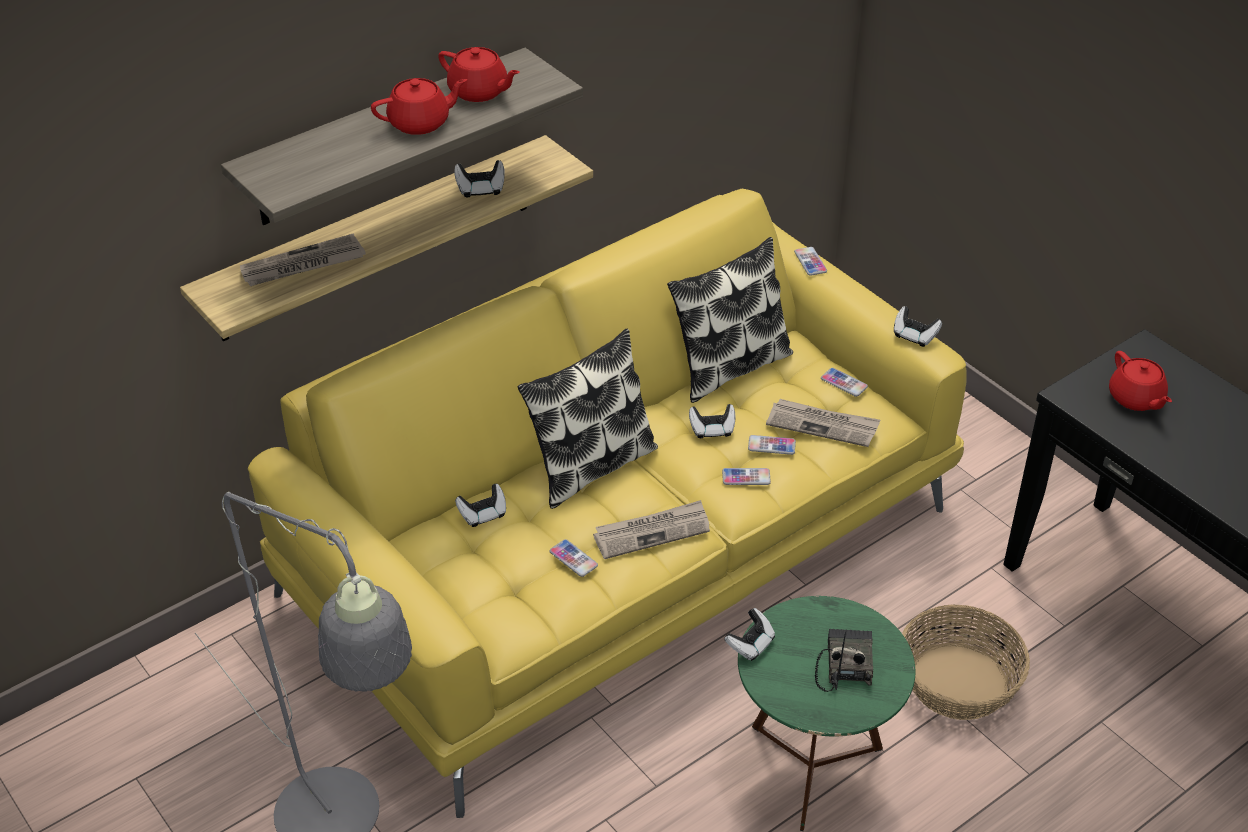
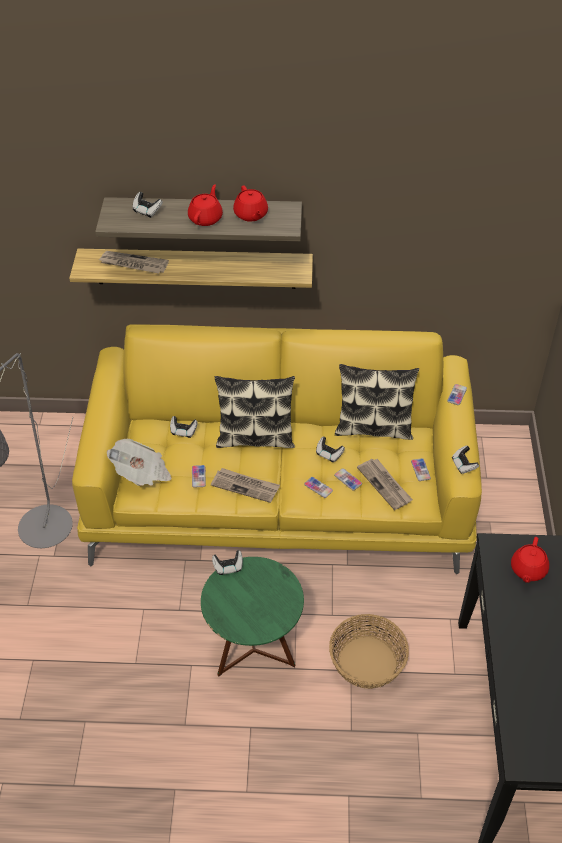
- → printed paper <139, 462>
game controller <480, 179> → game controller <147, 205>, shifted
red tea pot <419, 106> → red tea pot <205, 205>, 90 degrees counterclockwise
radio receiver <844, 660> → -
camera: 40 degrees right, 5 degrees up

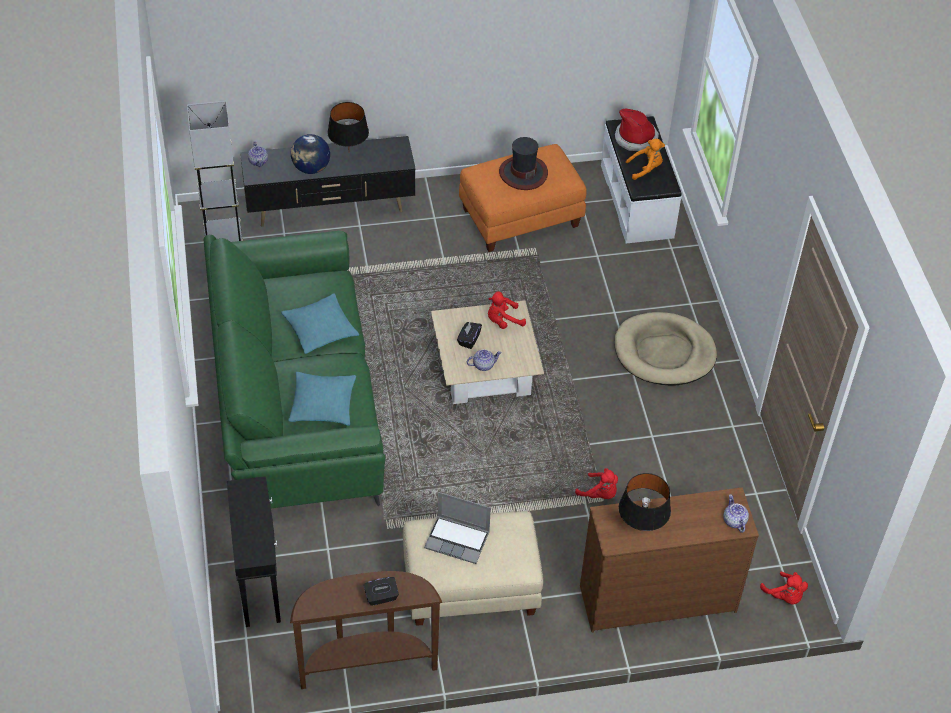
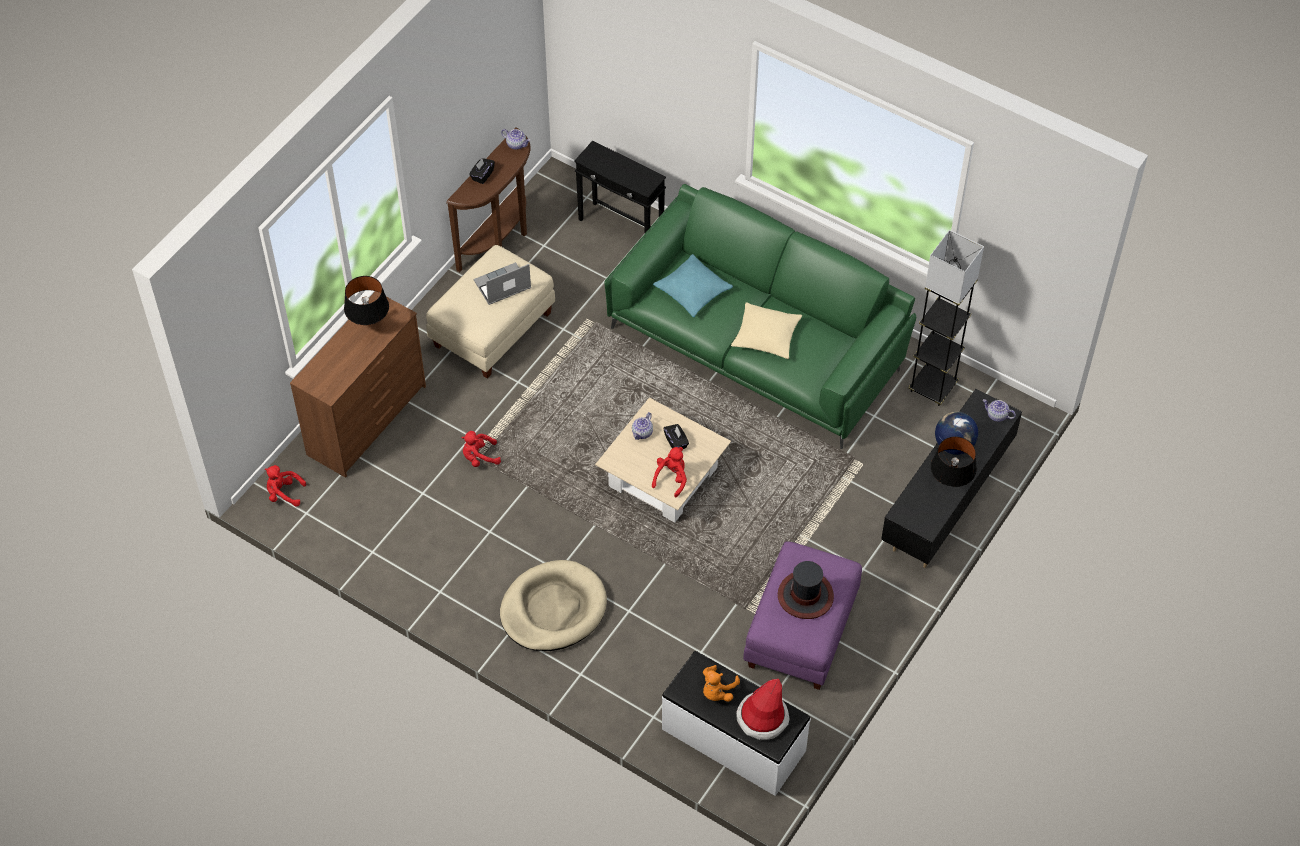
tea pot <736, 514> → tea pot <515, 139>, shifted
turquoise cushion <320, 323> → beige cushion <766, 330>
orange-coloured ottoman <523, 198> → purple ottoman <802, 615>
camera: 135 degrees right, 5 degrees up

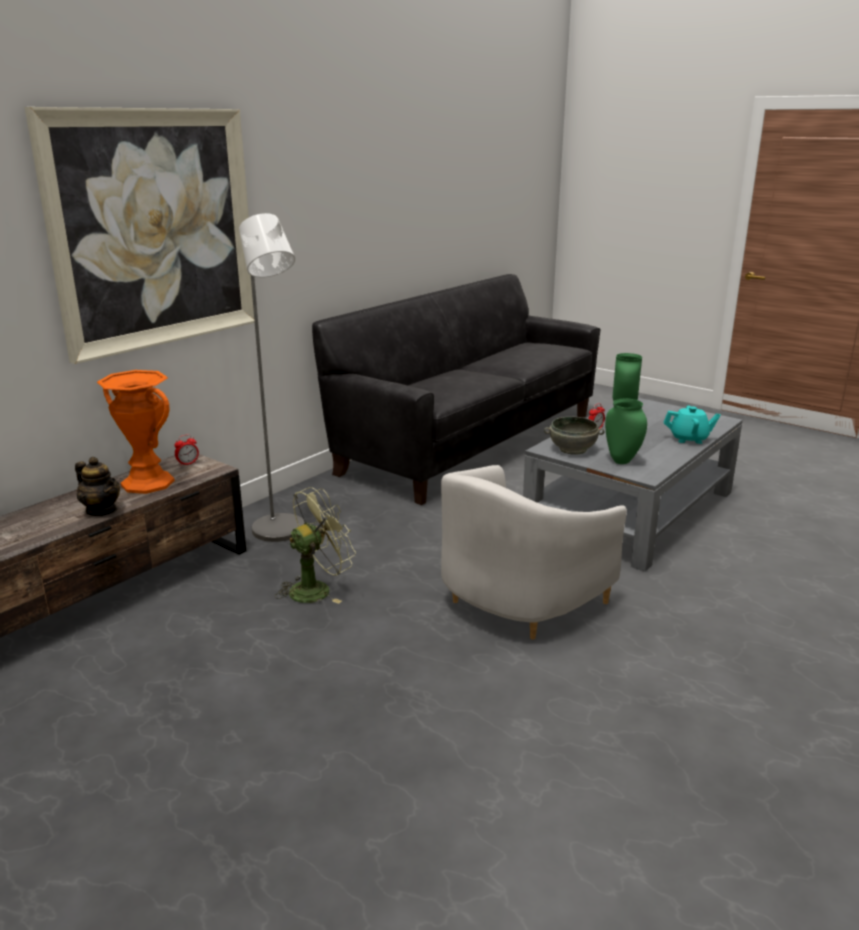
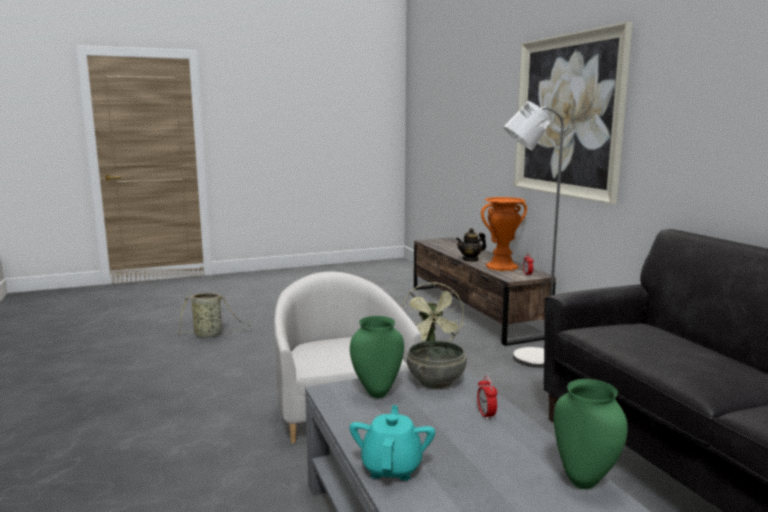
- → household basket <214, 315>
turquoise tea pot <692, 424> → turquoise tea pot <392, 443>, 150 degrees clockwise
camera: 120 degrees right, 10 degrees down

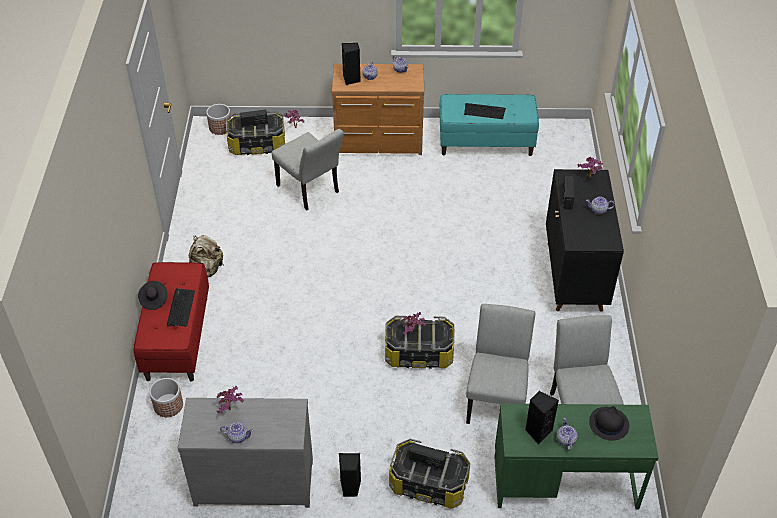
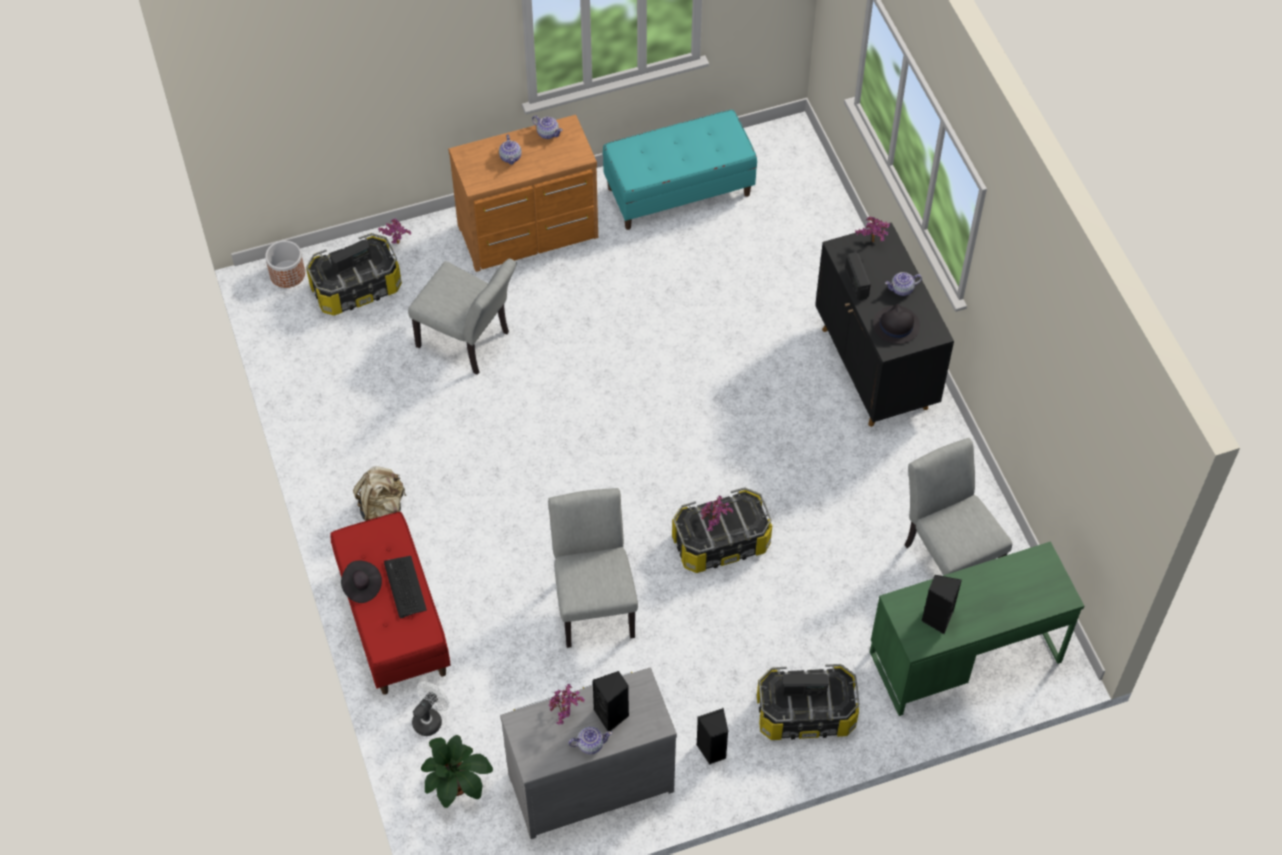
planter <166, 397> → white electric fan <430, 709>
- → plant in a pot <457, 771>
greyish plain chair <500, 364> → greyish plain chair <593, 568>, shifted
black audio speaker <351, 64> → black audio speaker <611, 701>, shifted
black clothing hat <609, 423> → black clothing hat <896, 324>, shifted
PC keyboard <485, 111> → -
tea pot <567, 434> → -
camera: 20 degrees left, 10 degrees up

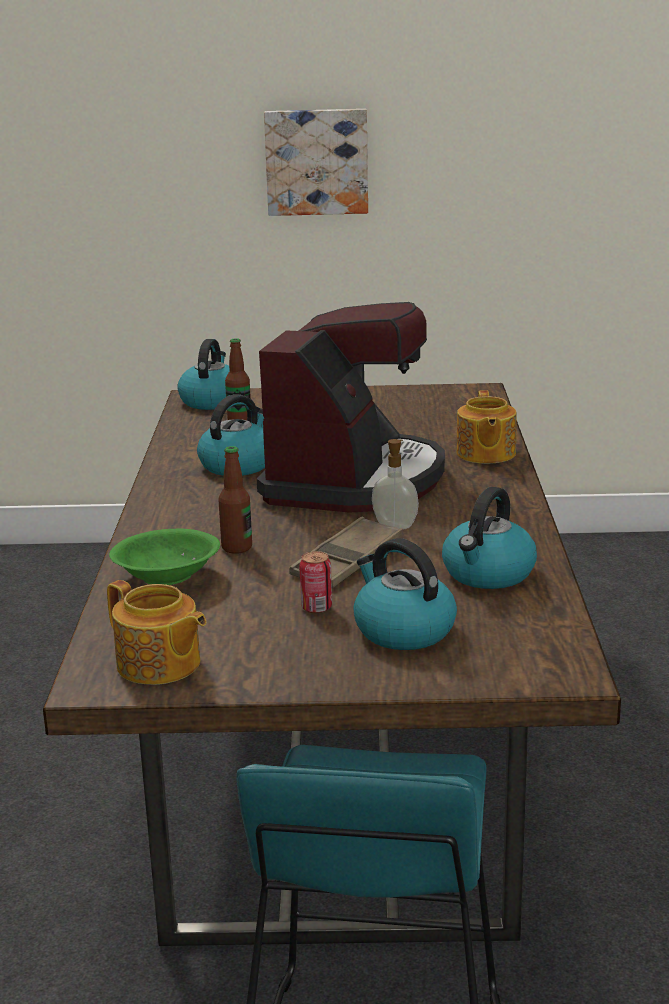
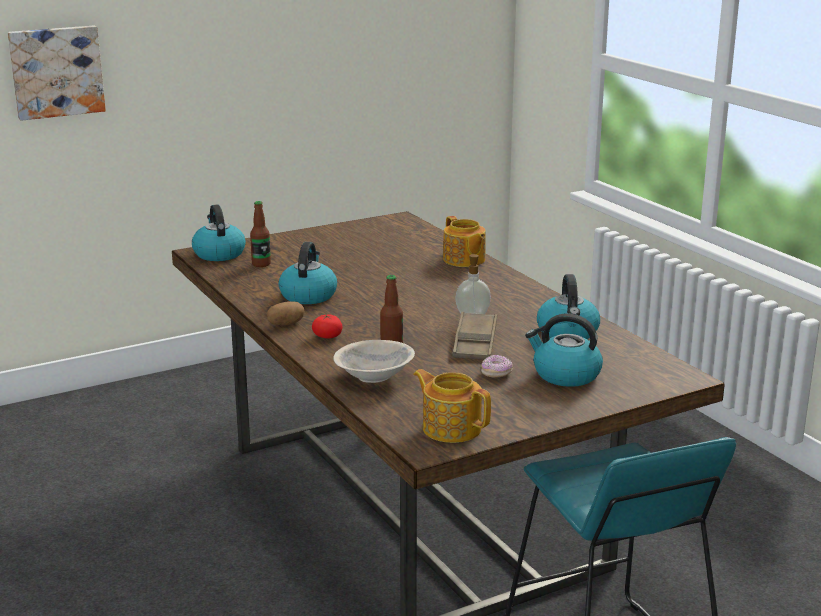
picture <316, 162> → picture <57, 73>, shifted
- → spud <286, 313>
- → fresh tomato <327, 326>
green-coloured deep dish <164, 556> → beige deep dish <374, 361>
tea pot <156, 632> → tea pot <452, 406>, 150 degrees counterclockwise
metal can <315, 582> → ring doughnut <497, 366>
coffee machine <351, 407> → -
camera: 30 degrees left, 0 degrees up

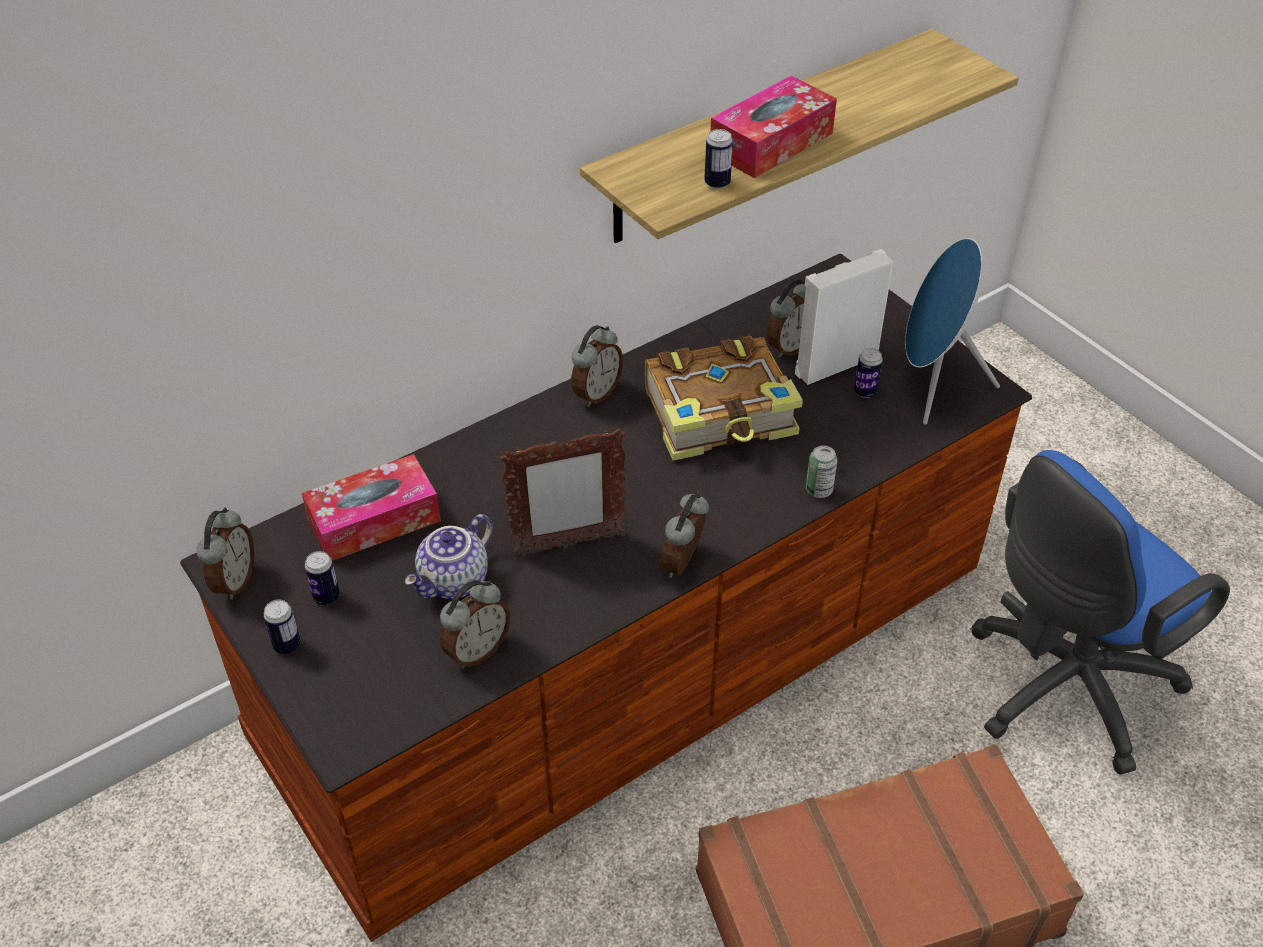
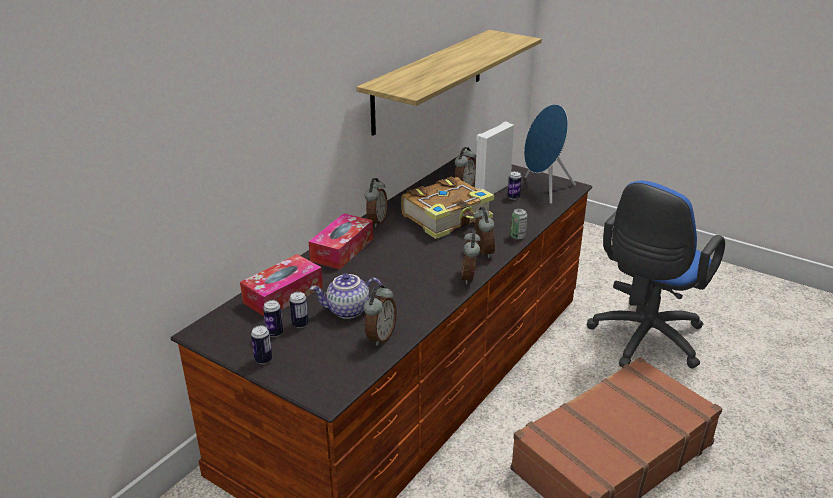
metal can <718, 159> → metal can <298, 310>, shifted
tissue box <774, 127> → tissue box <340, 241>, shifted
tea pot <449, 556> → tea pot <346, 296>, 60 degrees clockwise
bedside clock <225, 554> → bedside clock <484, 232>, shifted
photo frame <562, 491> → -
camera: 20 degrees left, 15 degrees down

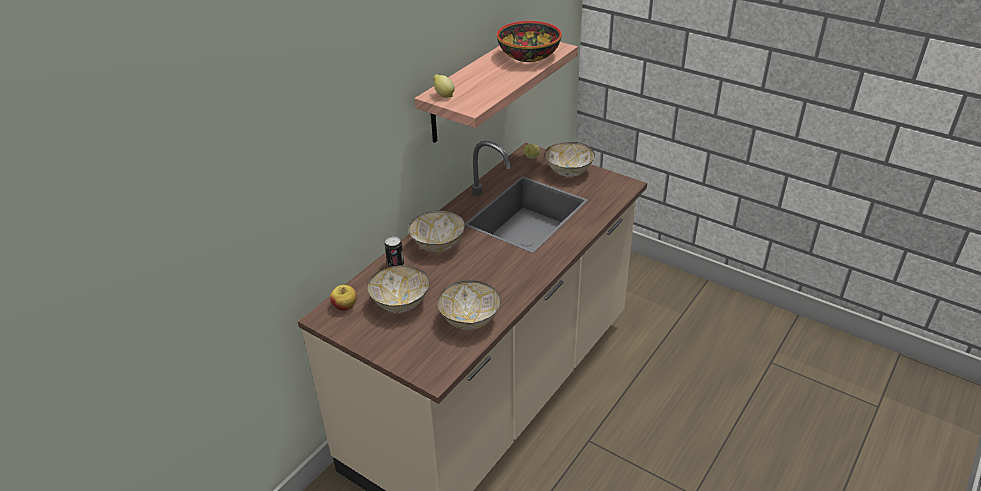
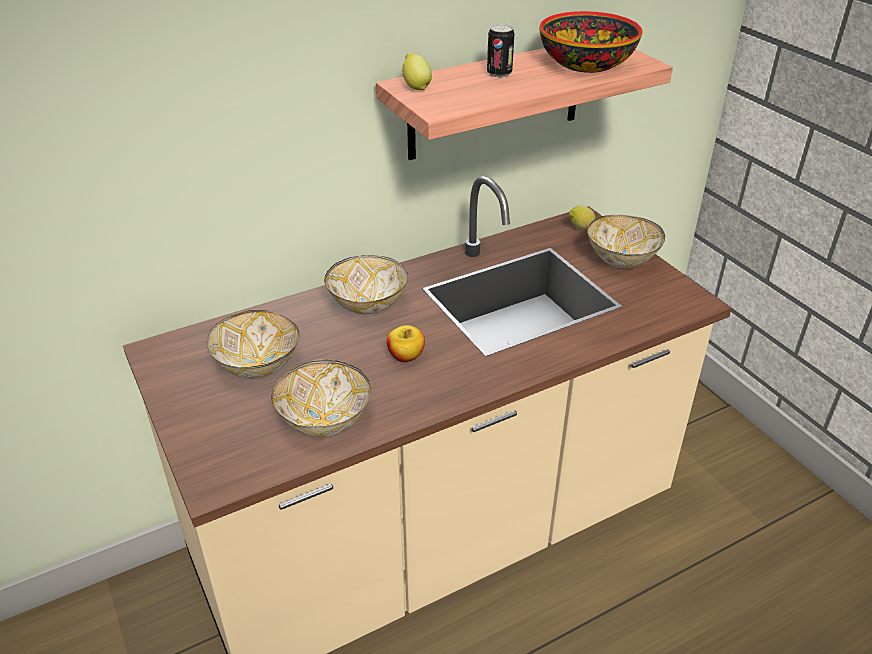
apple fruit <343, 298> → apple fruit <406, 343>, shifted
metal can <394, 251> → metal can <500, 51>, shifted
camera: 25 degrees right, 0 degrees up

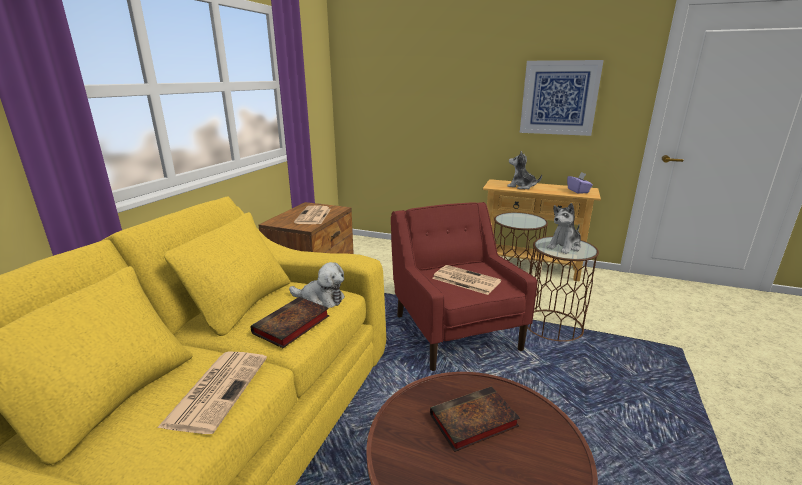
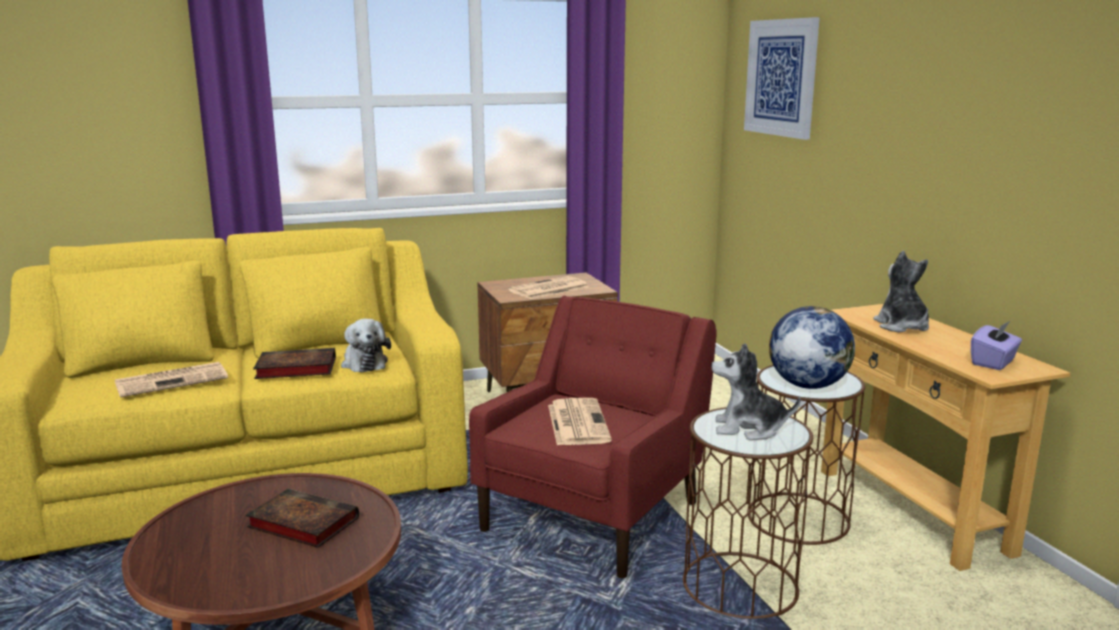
picture <562, 98> → picture <782, 78>, shifted
- → world globe <812, 347>
camera: 50 degrees right, 5 degrees down

